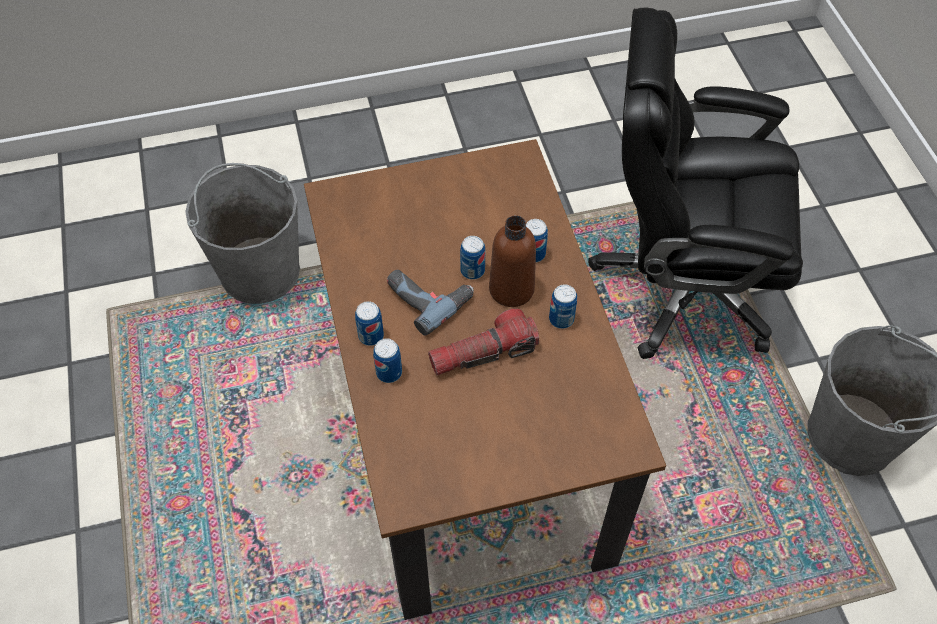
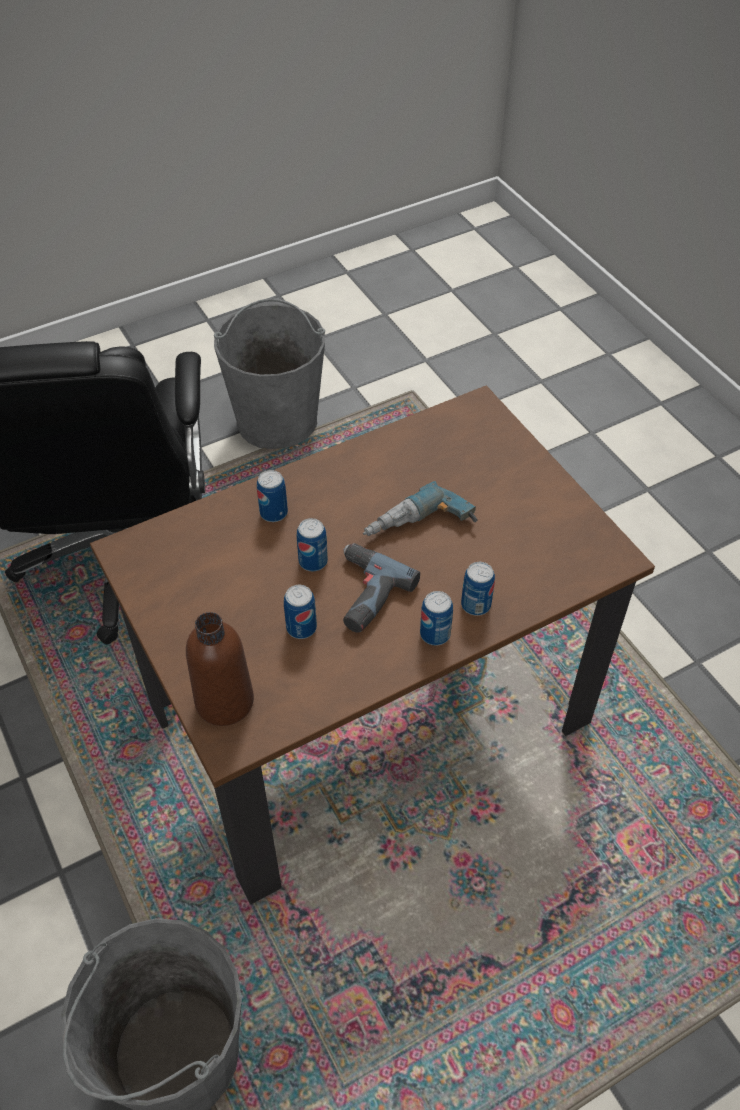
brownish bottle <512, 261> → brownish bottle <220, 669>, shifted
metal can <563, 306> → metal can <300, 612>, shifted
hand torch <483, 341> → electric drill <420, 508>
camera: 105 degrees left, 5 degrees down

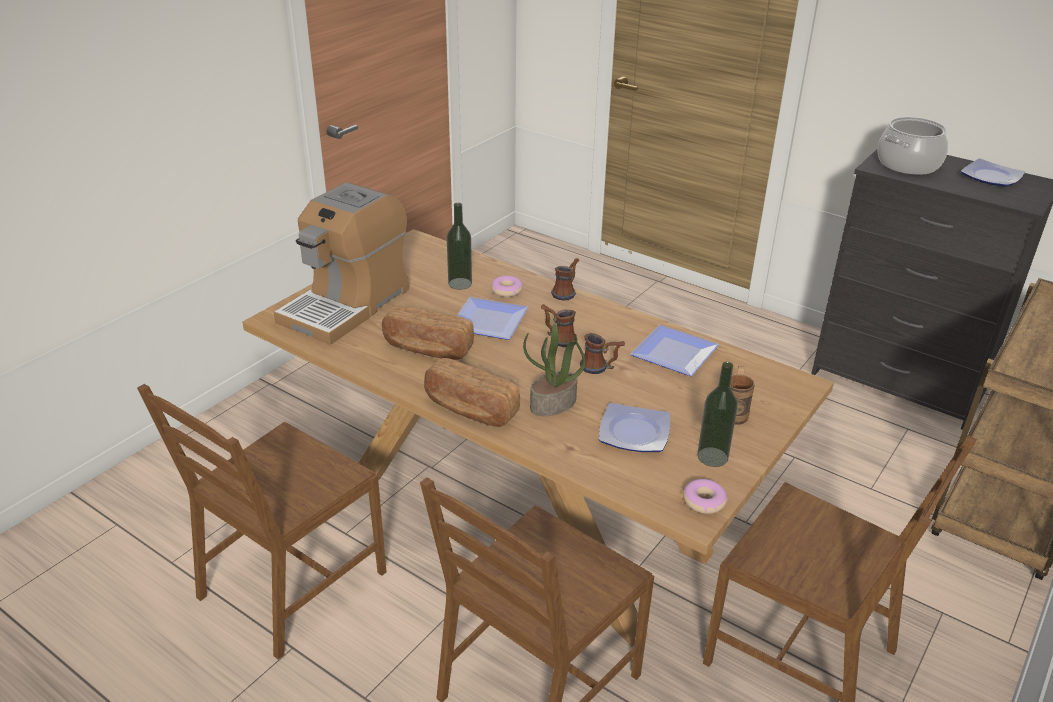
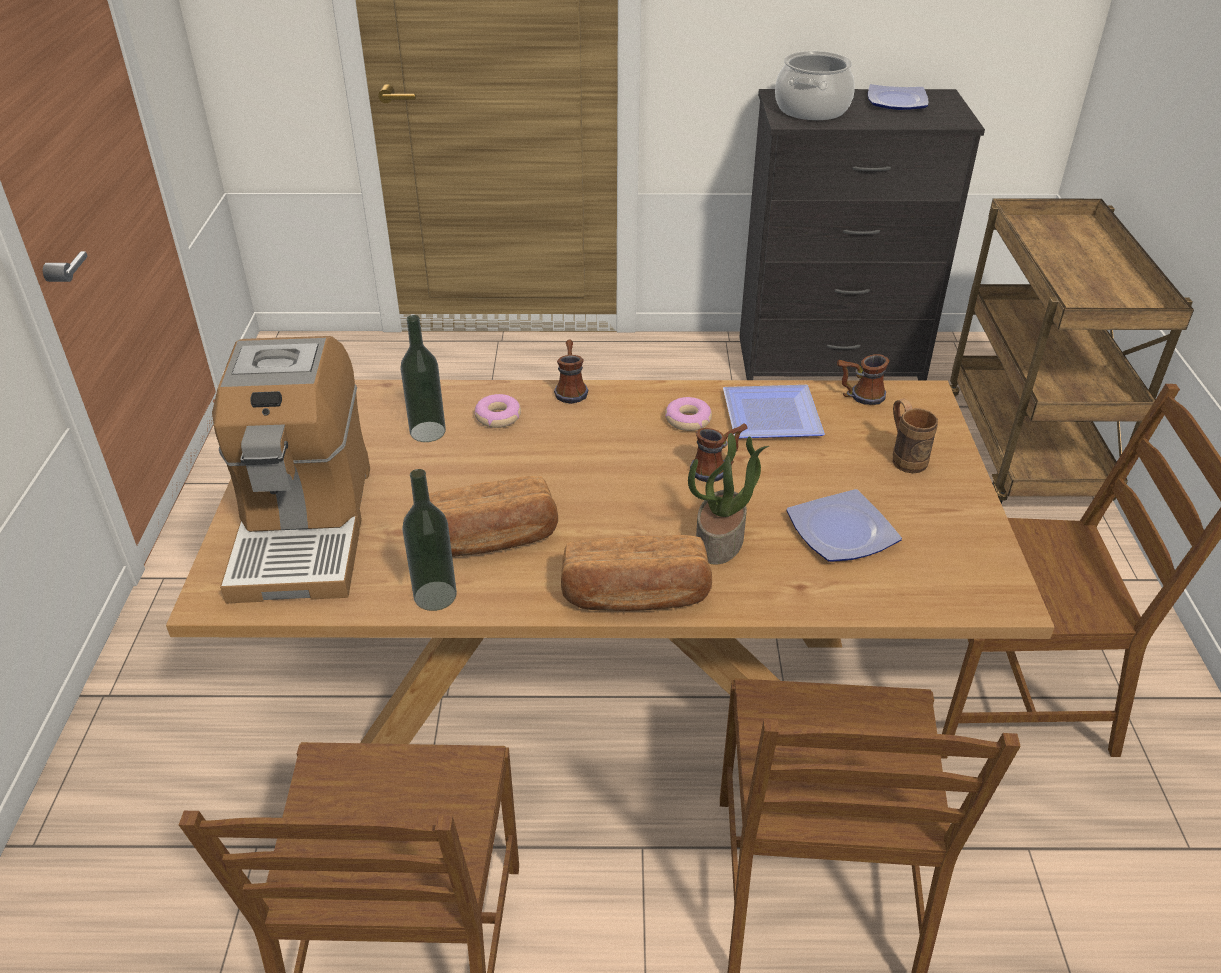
bottle <717, 414> → bottle <429, 540>, shifted
ring doughnut <705, 496> → ring doughnut <688, 414>, shifted
mug <558, 325> → mug <863, 379>, shifted
flat dish <492, 318> → -
camera: 35 degrees left, 5 degrees up

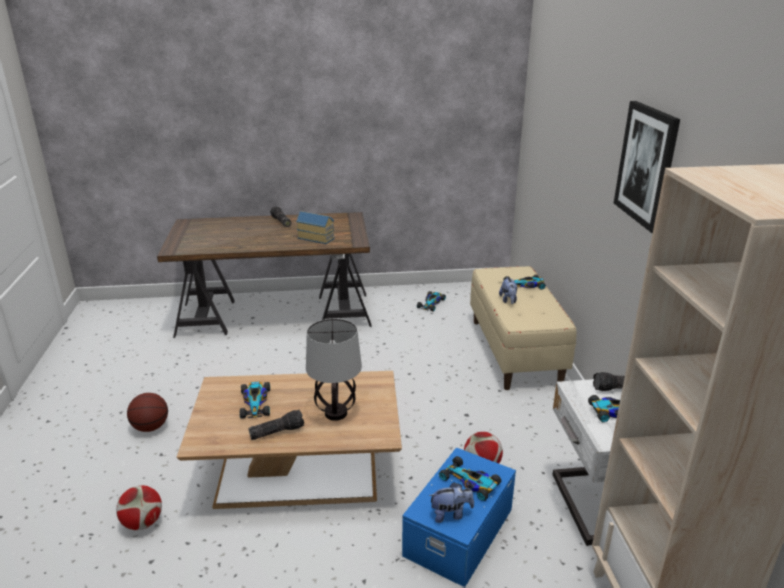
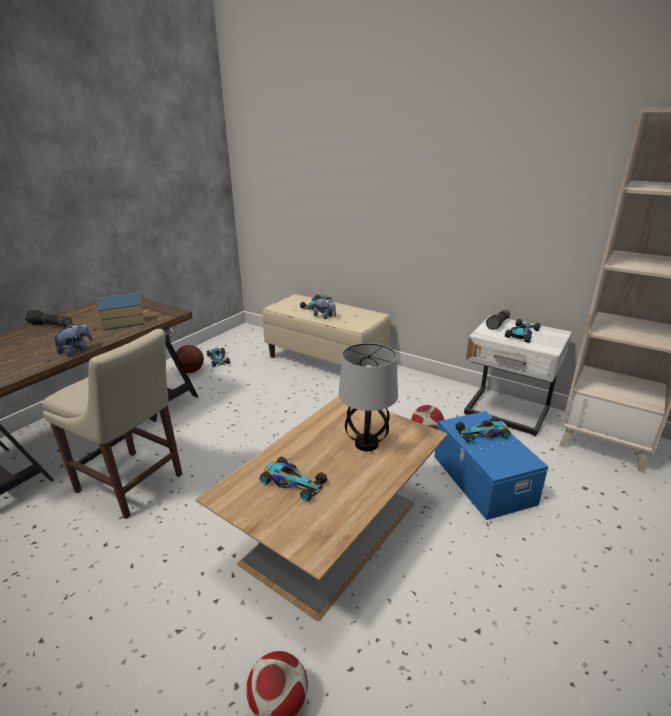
- → beige plain chair <112, 424>
plush toy <451, 502> → plush toy <72, 340>, shifted
basketball ball <147, 412> → basketball ball <189, 359>, shifted
hand torch <276, 424> → -
picture <647, 167> → -
camera: 50 degrees left, 0 degrees up

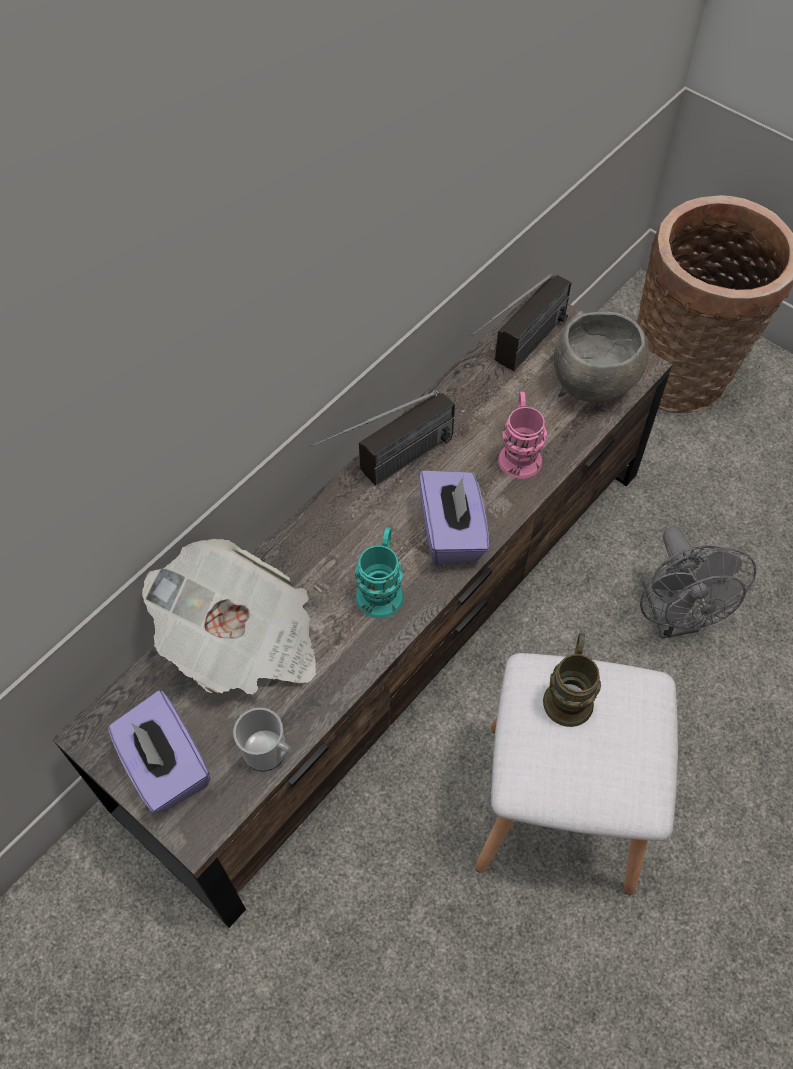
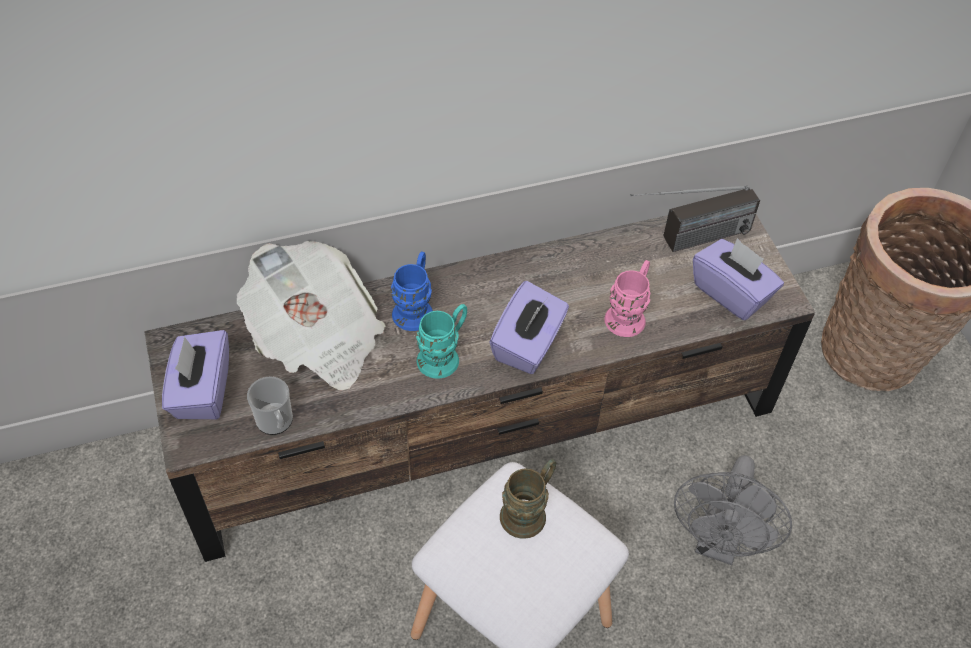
- → blue mug <412, 291>
greyish deep dish <601, 356> → purple tissue box <738, 279>
radio receiver <382, 438> → -
camera: 30 degrees right, 5 degrees down

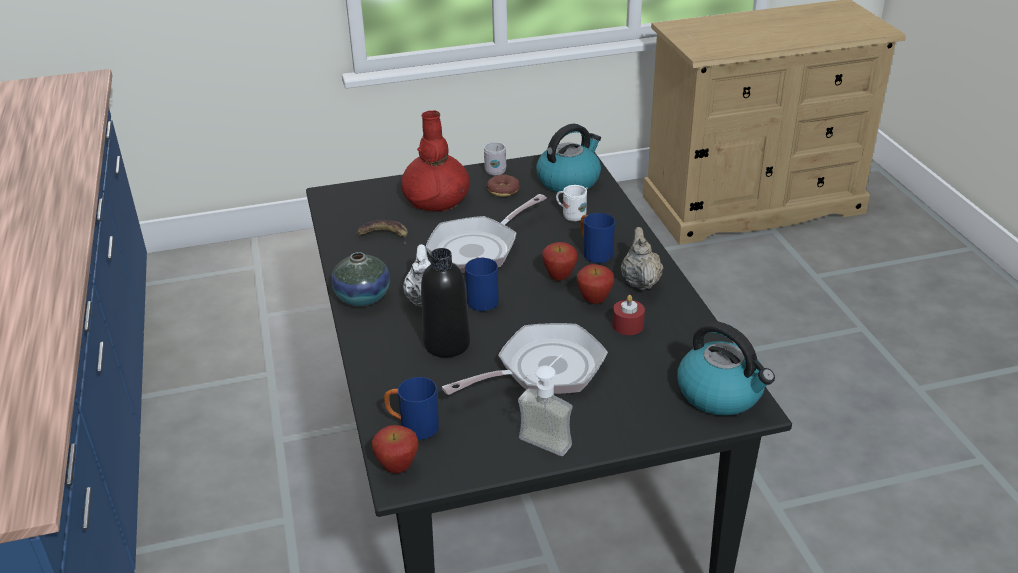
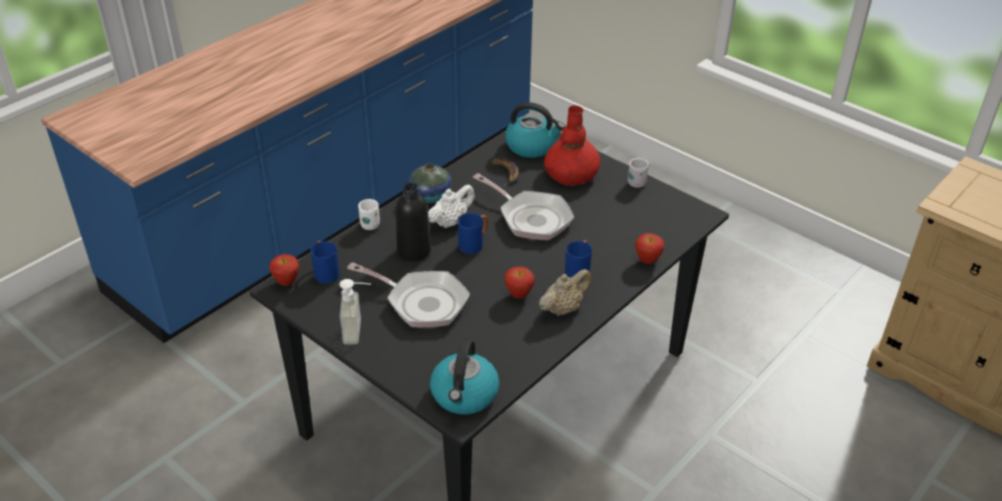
white mug <572, 203> → white mug <369, 214>, shifted
pan <486, 233> → pan <523, 206>, 150 degrees counterclockwise
water kettle <568, 158> → water kettle <535, 130>, shifted
apple fruit <559, 261> → apple fruit <649, 248>, shifted
ring doughnut <503, 185> → -
red wax light <628, 315> → -
camera: 55 degrees right, 5 degrees up

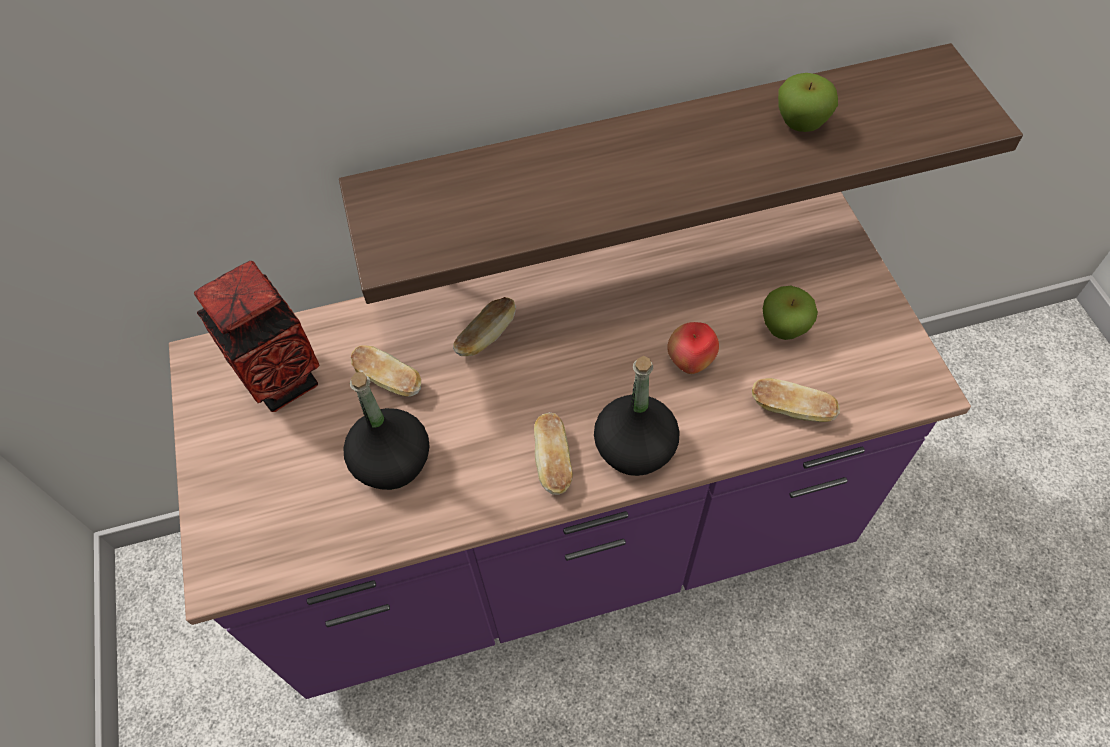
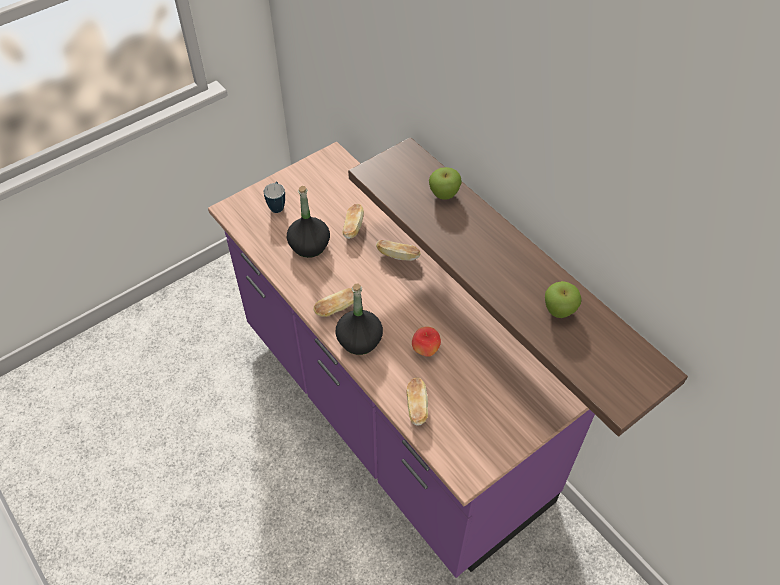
- → mug <274, 197>
apple fruit <790, 313> → apple fruit <445, 183>, shifted
flower vase <256, 336> → -
camera: 65 degrees right, 5 degrees down

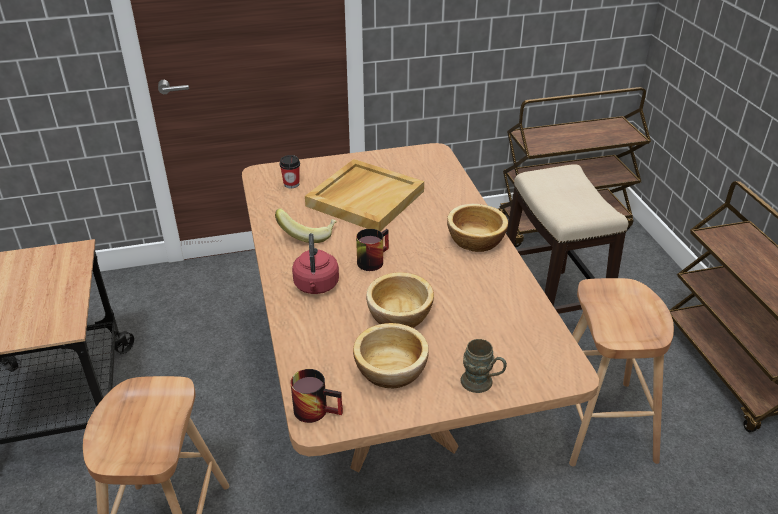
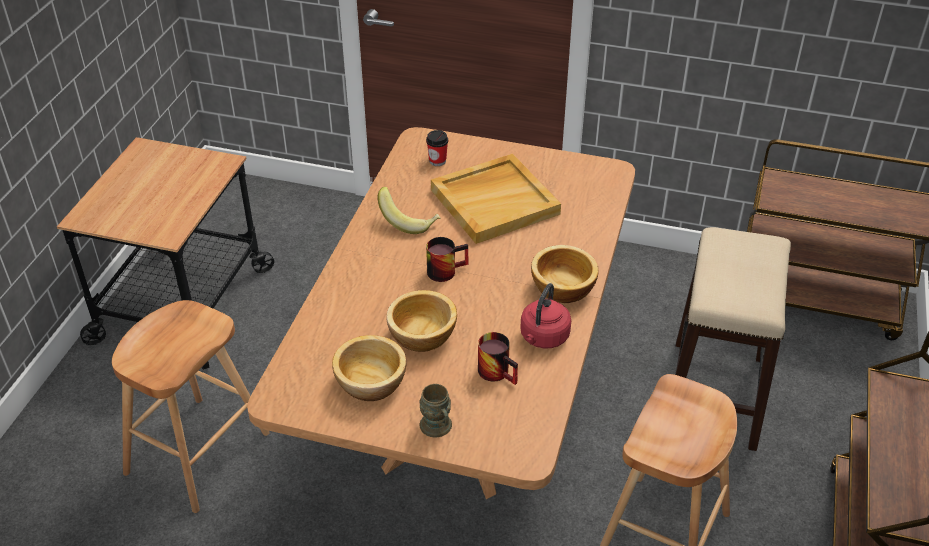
mug <317, 396> → mug <498, 358>, shifted
red water kettle <315, 263> → red water kettle <545, 316>, shifted
camera: 30 degrees right, 5 degrees up

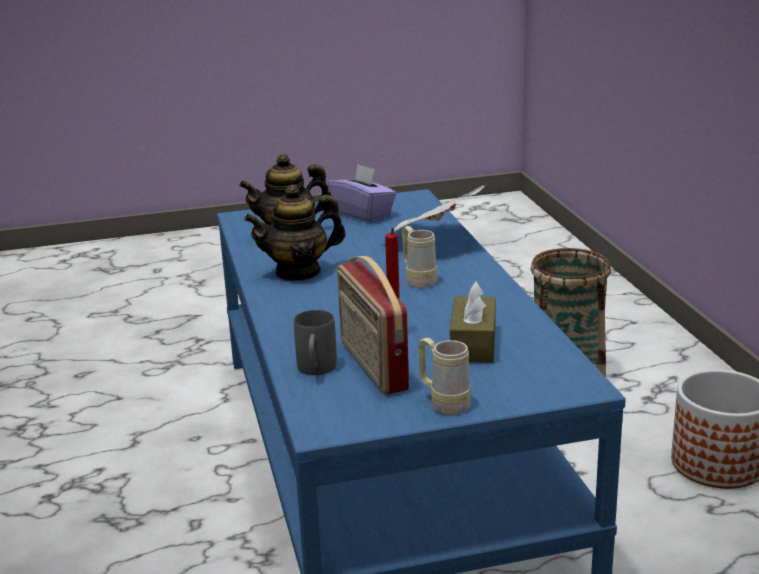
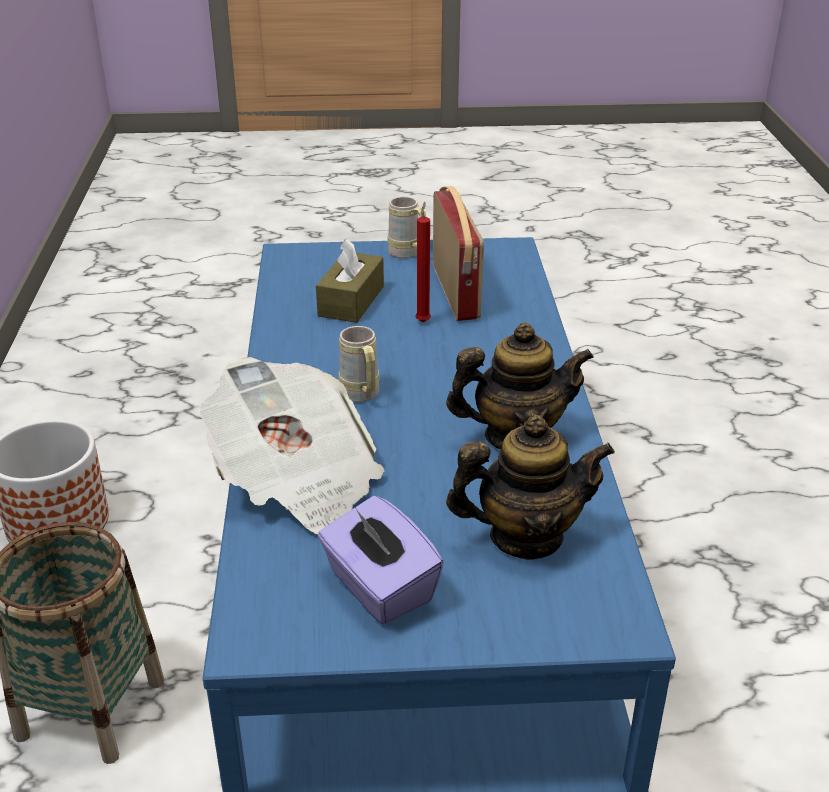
greyish mug <315, 342> → -
camera: 170 degrees left, 10 degrees up

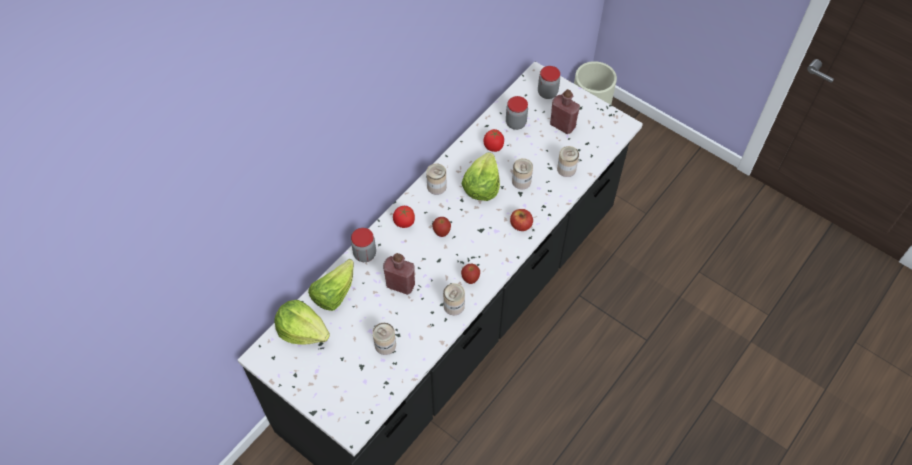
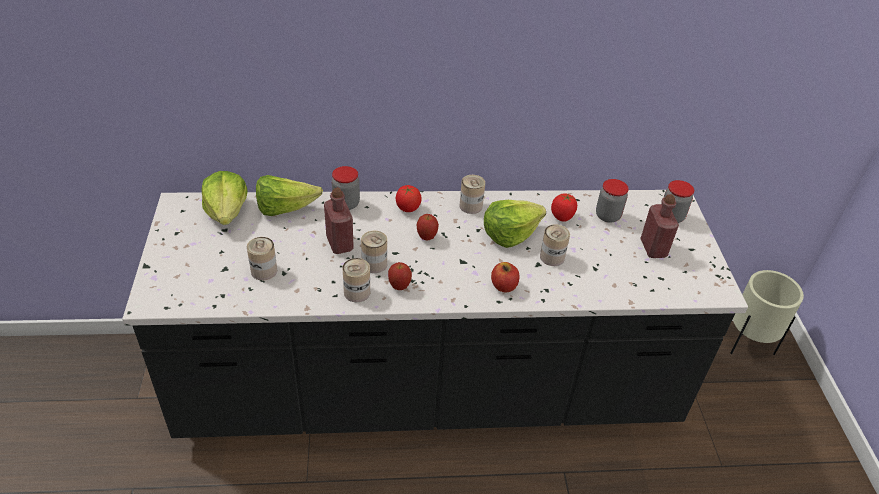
metal can <568, 161> → metal can <374, 252>, shifted
camera: 45 degrees right, 15 degrees down

